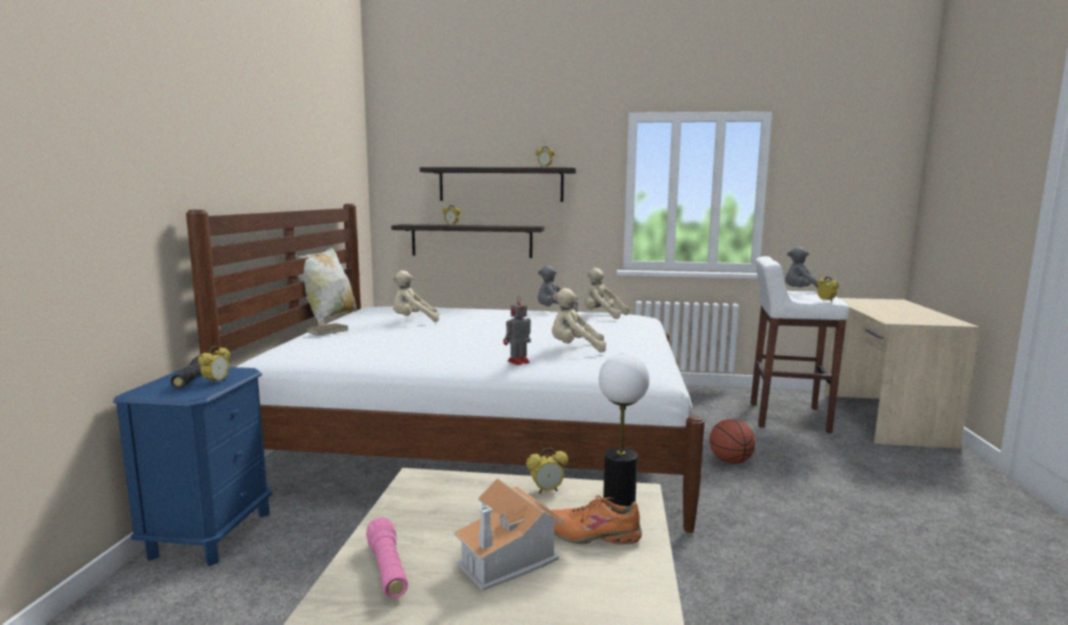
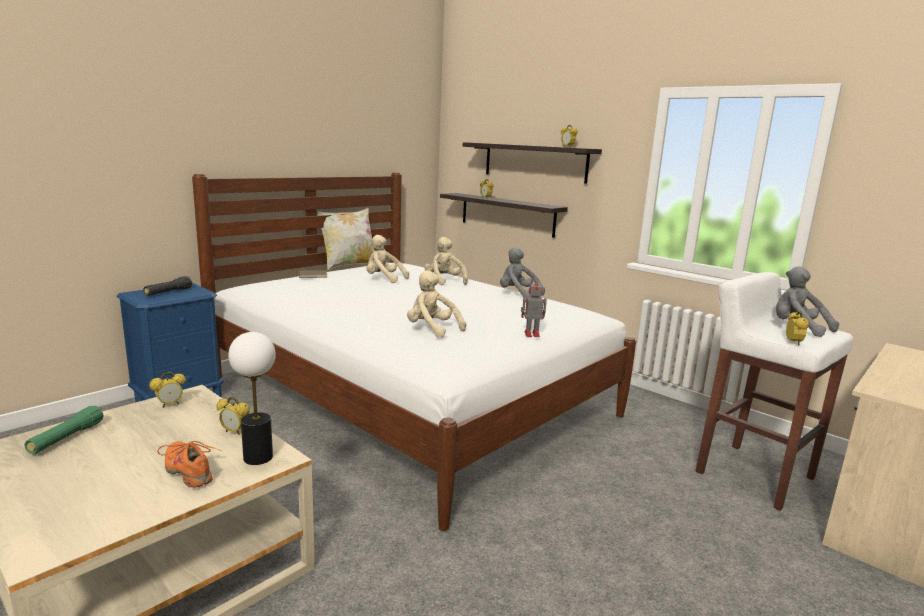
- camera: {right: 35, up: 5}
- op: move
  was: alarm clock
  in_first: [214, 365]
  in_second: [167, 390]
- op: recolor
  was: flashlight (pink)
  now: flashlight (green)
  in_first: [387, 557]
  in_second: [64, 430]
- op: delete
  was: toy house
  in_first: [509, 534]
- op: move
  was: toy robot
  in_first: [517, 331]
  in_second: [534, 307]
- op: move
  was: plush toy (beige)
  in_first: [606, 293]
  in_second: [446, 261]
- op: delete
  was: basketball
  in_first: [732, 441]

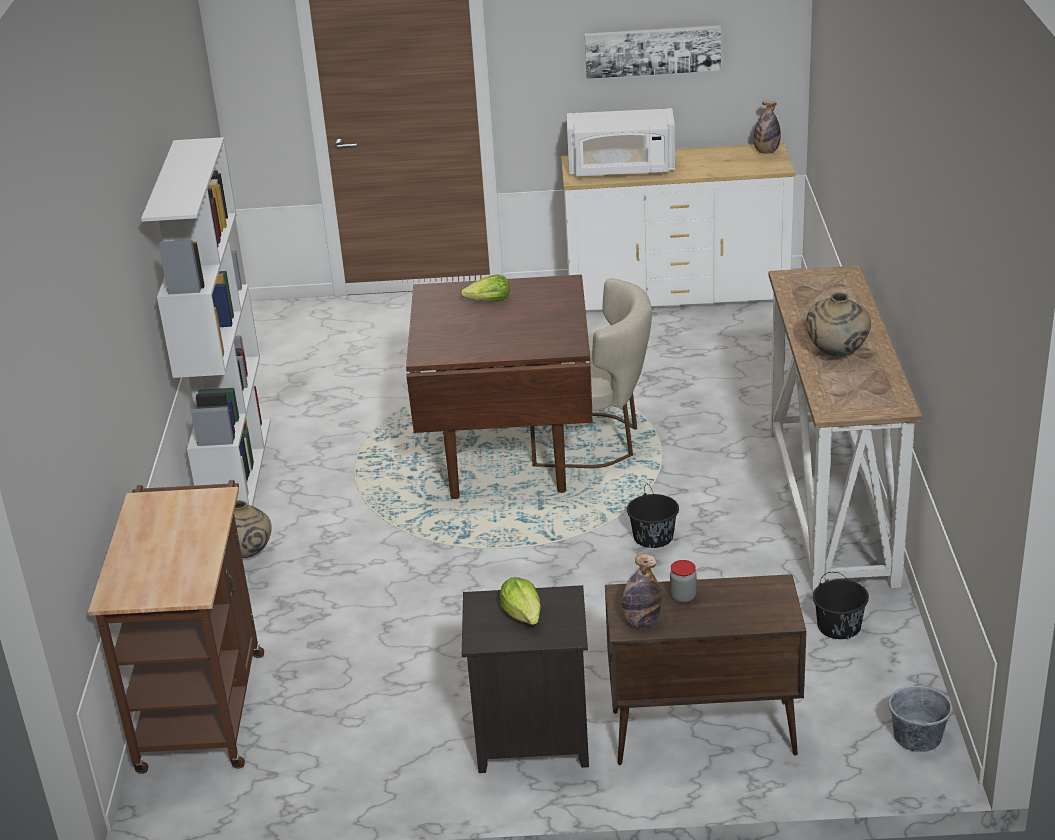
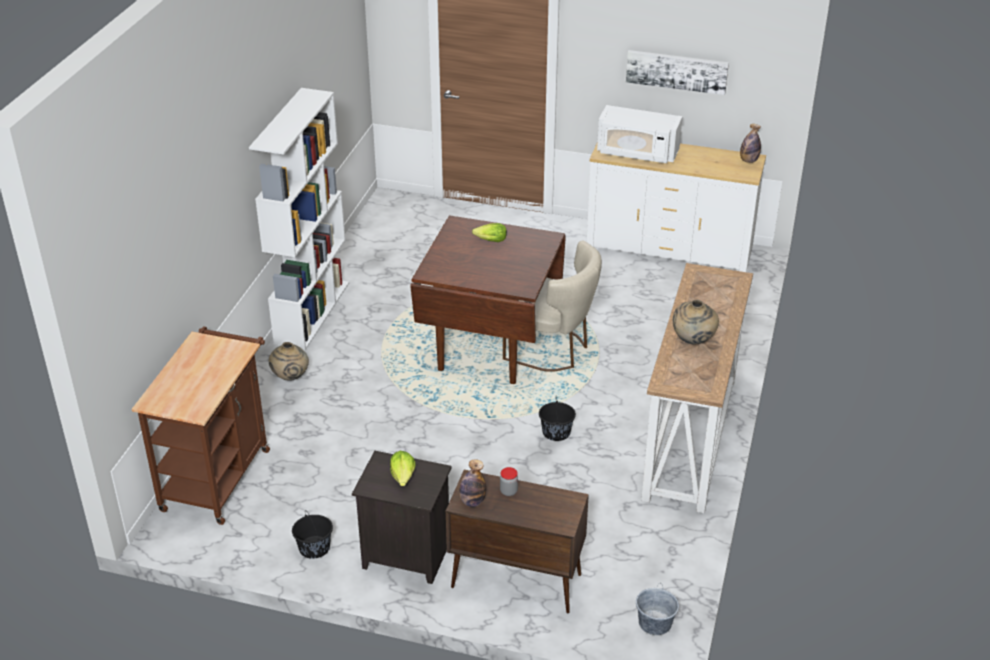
- camera: {right: 15, up: 5}
- op: move
  was: bucket (black)
  in_first: [841, 605]
  in_second: [312, 534]

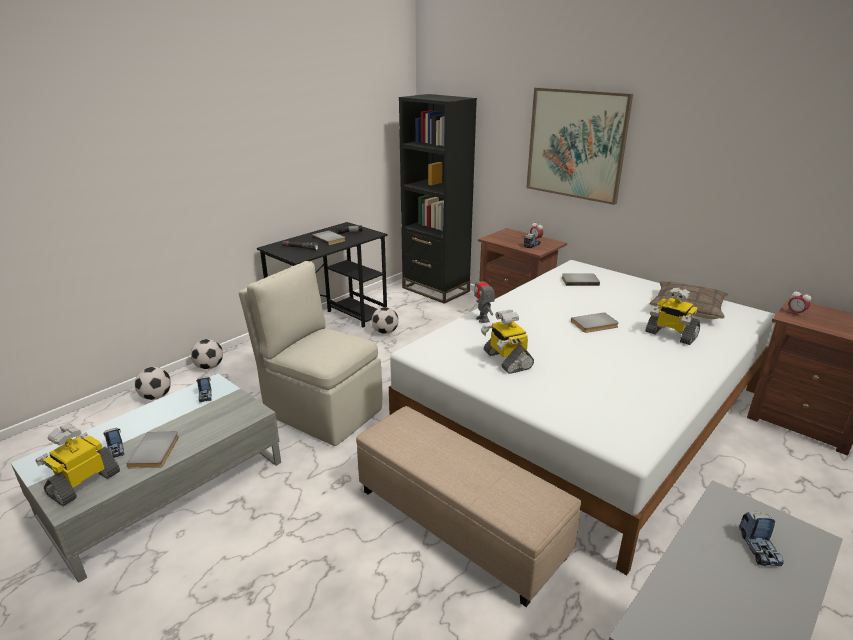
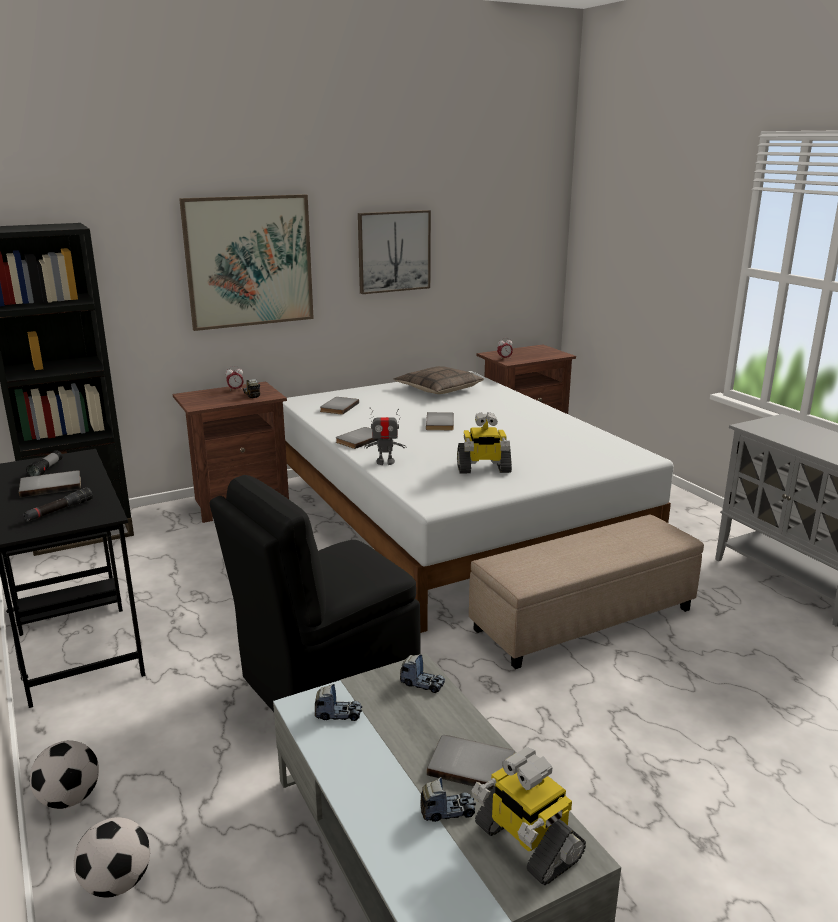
- camera: {right: -70, up: -5}
- op: recolor
  was: chair (beige)
  now: chair (black)
  in_first: [310, 353]
  in_second: [315, 593]
- op: delete
  was: football
  in_first: [385, 320]
- op: delete
  was: toy robot
  in_first: [672, 316]
- op: move
  was: toy truck
  in_first: [761, 539]
  in_second: [422, 673]
- op: insert
  now: book (grey)
  in_second: [357, 438]
- op: insert
  now: picture
  in_second: [394, 252]

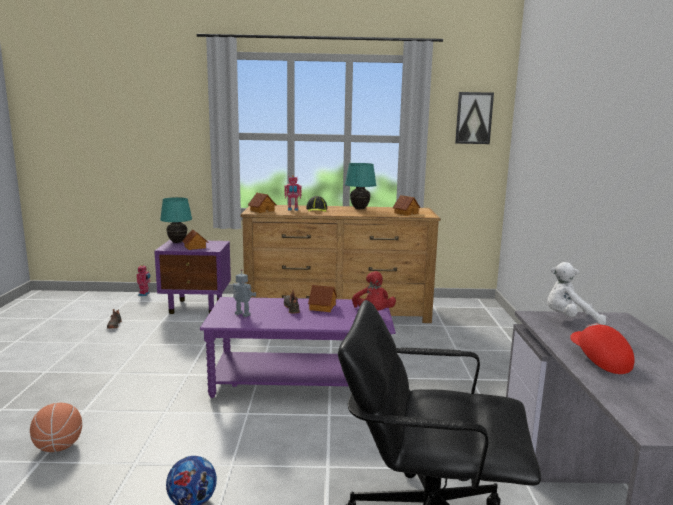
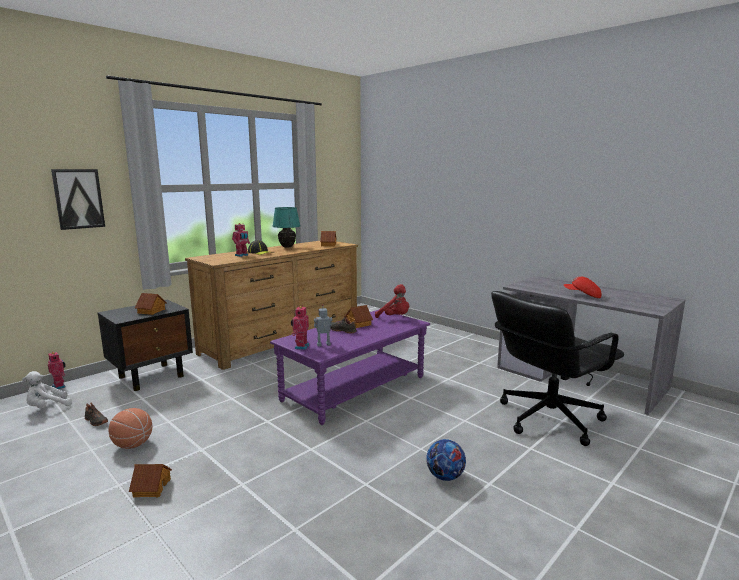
- camera: {right: -45, up: 0}
- op: move
  was: basketball
  in_first: [56, 427]
  in_second: [130, 428]
- op: recolor
  was: nightstand (purple)
  now: nightstand (black)
  in_first: [192, 277]
  in_second: [145, 345]
- op: delete
  was: table lamp (turquoise)
  in_first: [176, 220]
- op: move
  was: toy house
  in_first: [262, 203]
  in_second: [150, 480]
- op: move
  was: picture
  in_first: [474, 118]
  in_second: [78, 199]
- op: move
  was: plush toy (white)
  in_first: [576, 293]
  in_second: [47, 389]
- op: insert
  now: toy robot
  in_second: [300, 327]

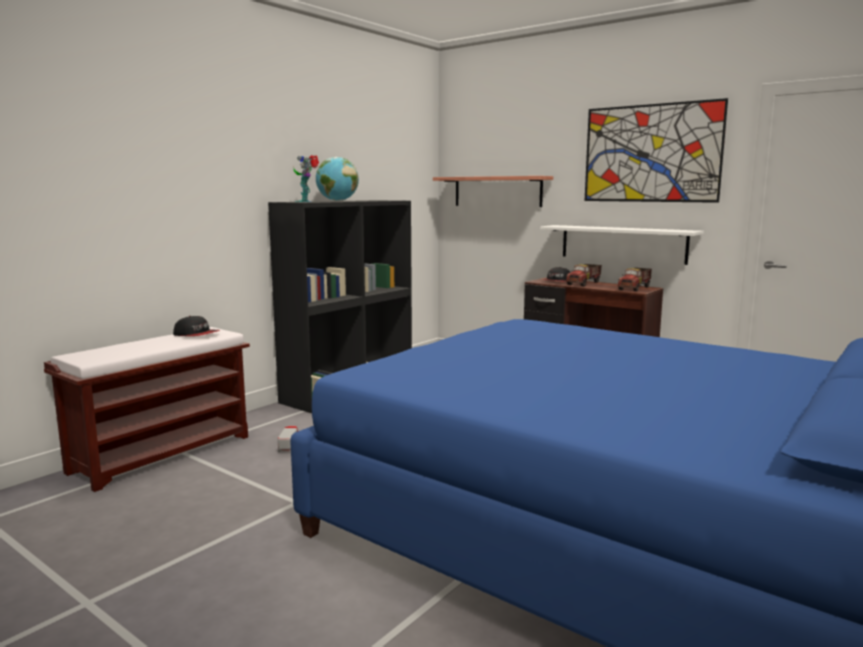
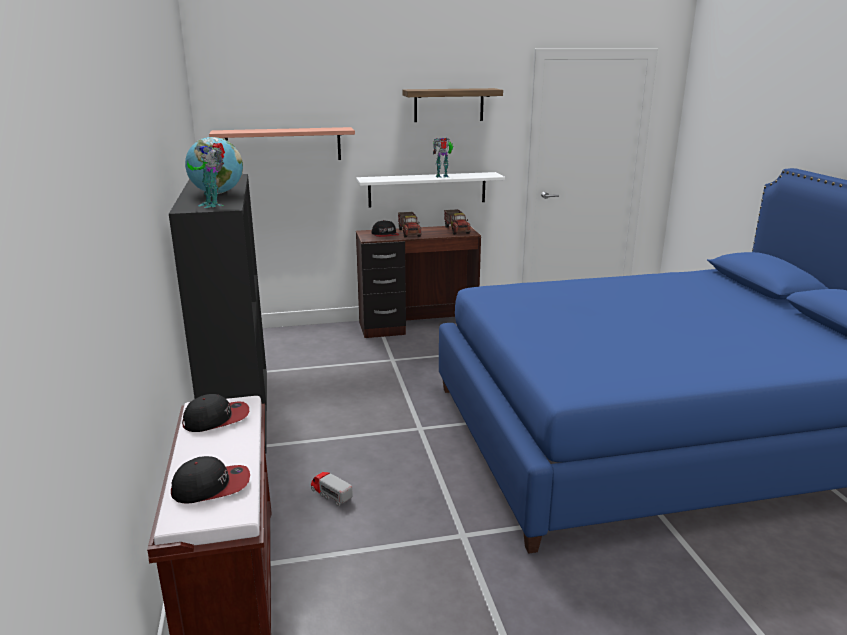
- camera: {right: -50, up: 10}
- op: replace
  was: picture
  now: shelf
  in_first: [656, 150]
  in_second: [452, 105]
- op: insert
  now: cap
  in_second: [210, 480]
- op: insert
  now: toy robot
  in_second: [443, 158]

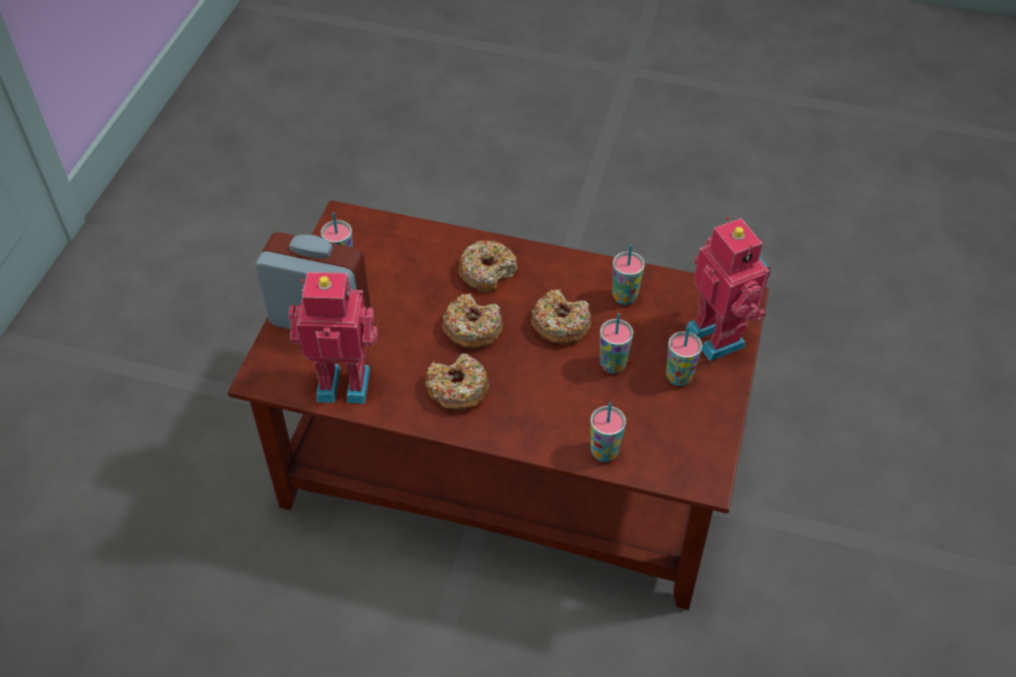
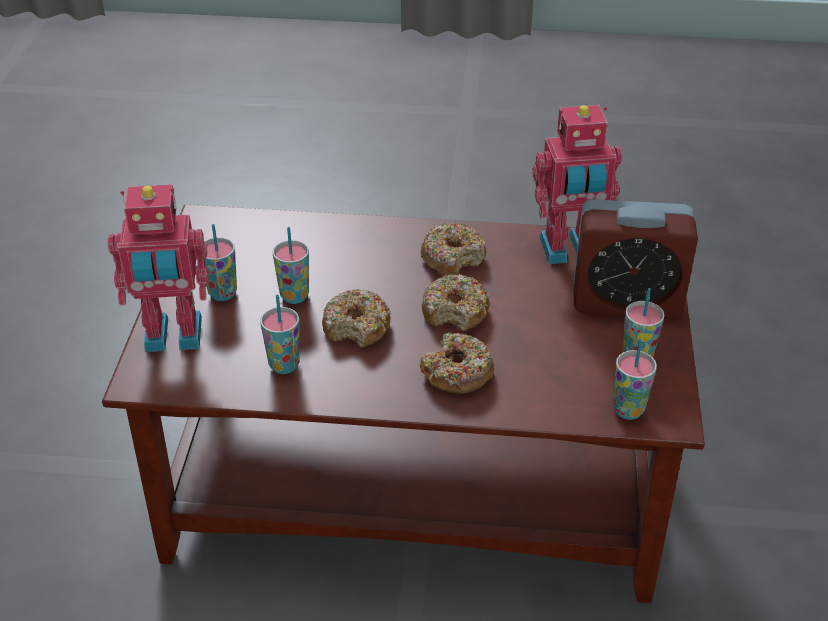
- camera: {right: 170, up: -10}
- op: move
  was: cup
  in_first: [608, 432]
  in_second: [635, 379]
- op: rotate
  was: toy robot
  in_first: [728, 288]
  in_second: [158, 268]
  clockwise: -60

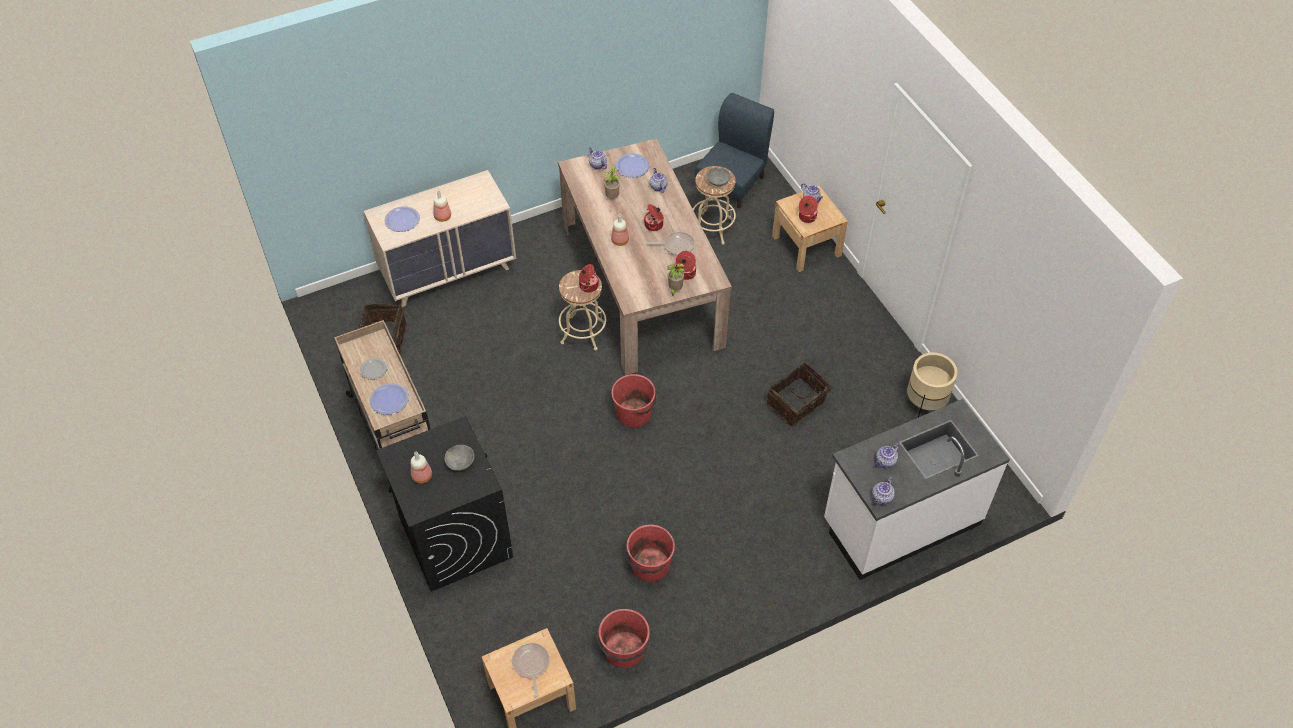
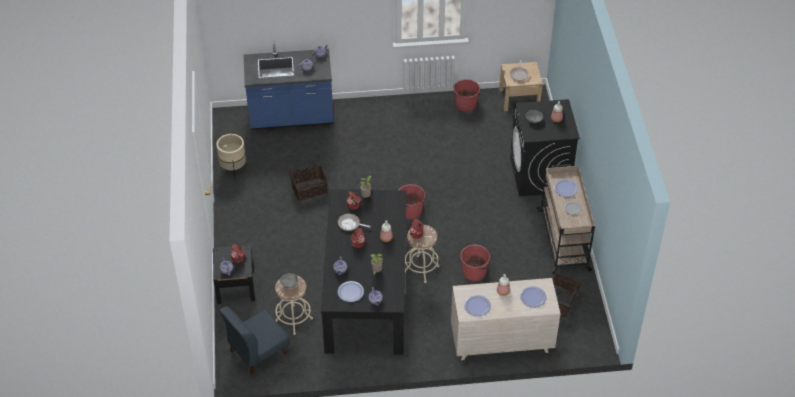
- camera: {right: -160, up: -5}
- op: recolor
  was: dining table (beige)
  now: dining table (black)
  in_first: [645, 257]
  in_second: [364, 272]
- op: move
  was: bucket (red)
  in_first: [650, 553]
  in_second: [475, 263]
- op: recolor
  was: nightstand (beige)
  now: nightstand (black)
  in_first: [810, 229]
  in_second: [234, 274]
- op: recolor
  was: counter (white)
  now: counter (blue)
  in_first: [917, 489]
  in_second: [288, 85]
- op: insert
  now: plate
  in_second: [477, 305]

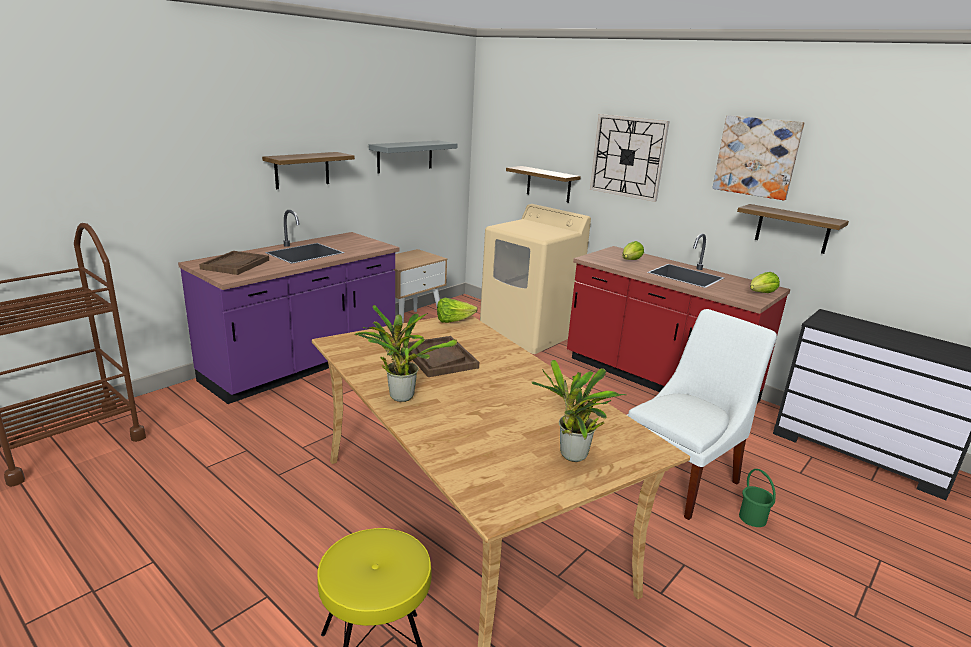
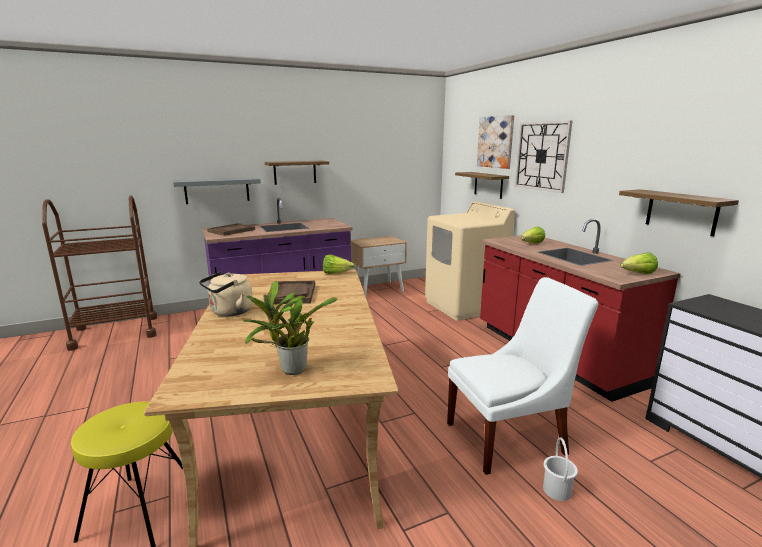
- camera: {right: 25, up: -5}
- op: replace
  was: potted plant
  now: kettle (beige)
  in_first: [406, 353]
  in_second: [226, 294]
- op: move
  was: shelf (grey)
  in_first: [413, 157]
  in_second: [217, 190]
- op: move
  was: picture
  in_first: [758, 157]
  in_second: [495, 142]
- op: recolor
  was: bucket (green)
  now: bucket (white)
  in_first: [757, 498]
  in_second: [560, 469]

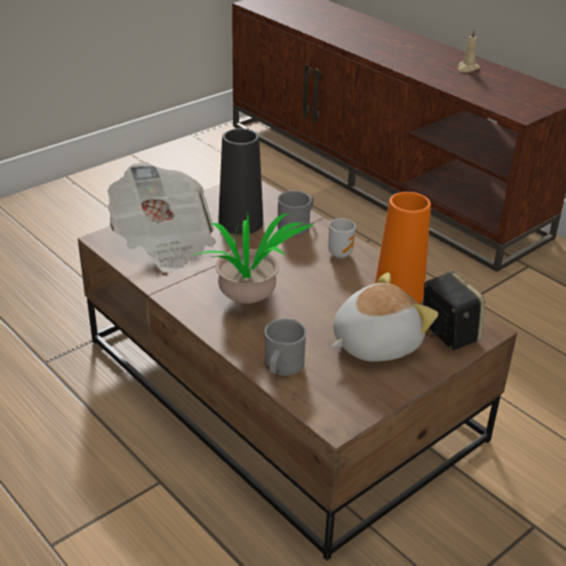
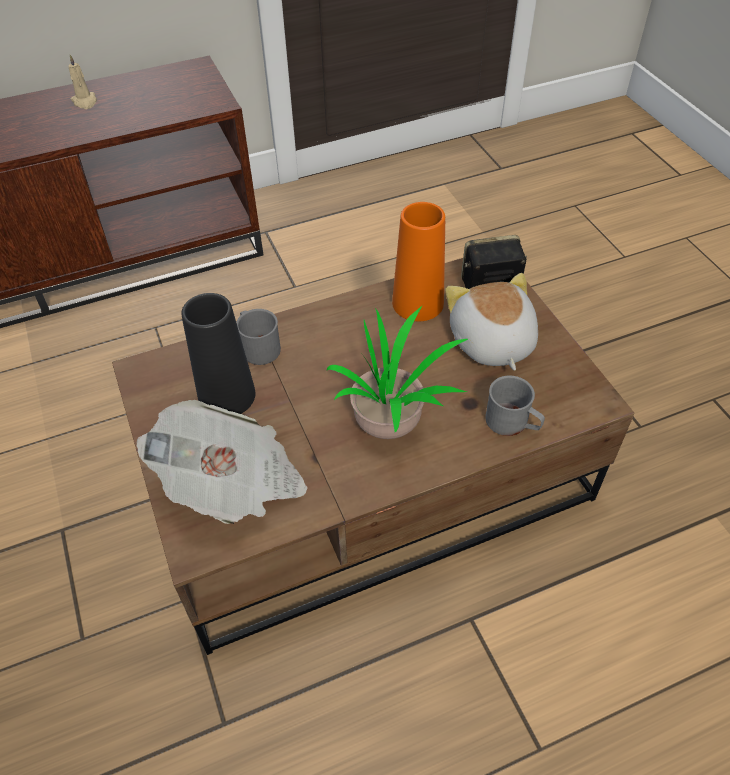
- camera: {right: -70, up: 15}
- op: delete
  was: mug
  in_first: [342, 238]

